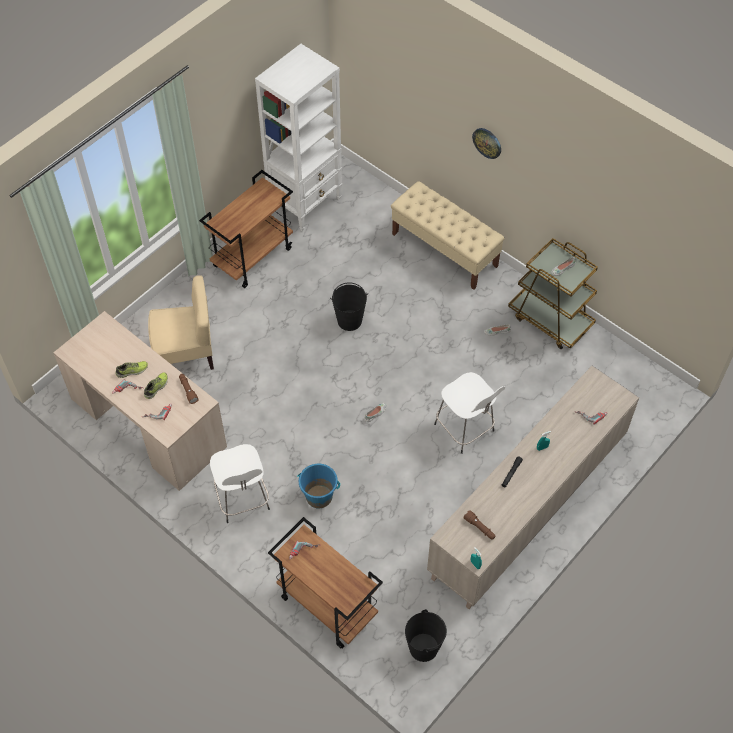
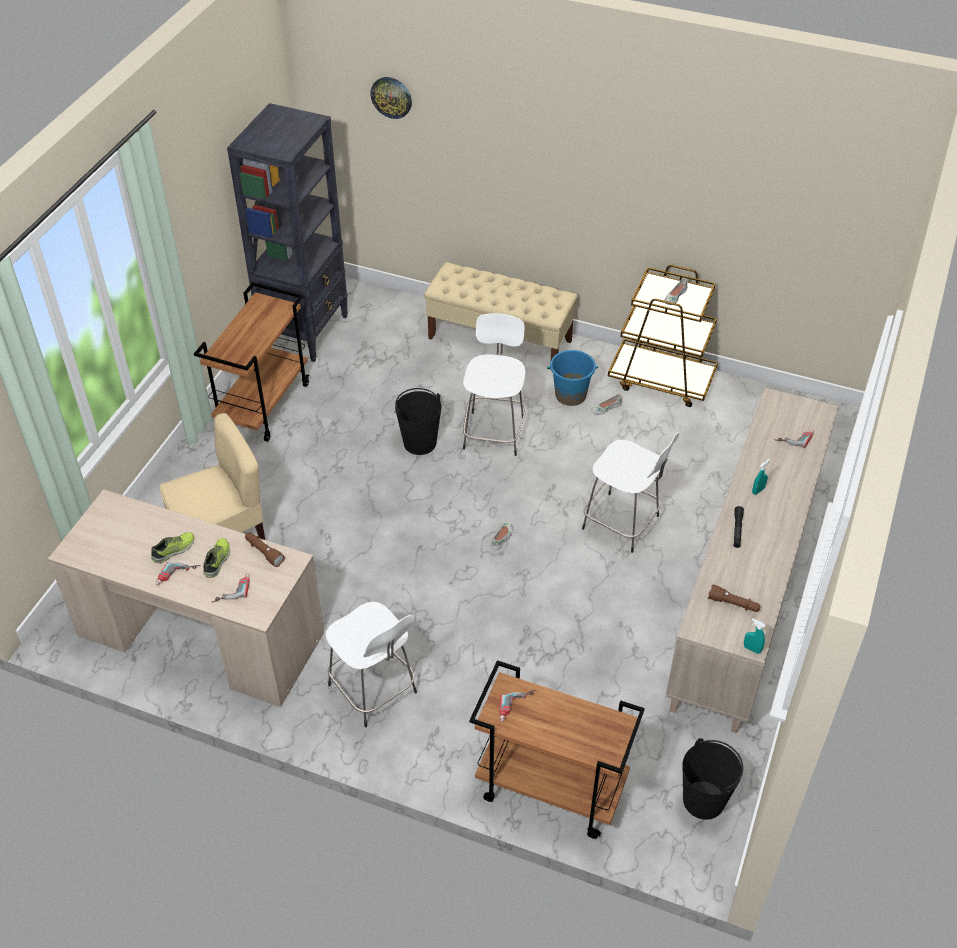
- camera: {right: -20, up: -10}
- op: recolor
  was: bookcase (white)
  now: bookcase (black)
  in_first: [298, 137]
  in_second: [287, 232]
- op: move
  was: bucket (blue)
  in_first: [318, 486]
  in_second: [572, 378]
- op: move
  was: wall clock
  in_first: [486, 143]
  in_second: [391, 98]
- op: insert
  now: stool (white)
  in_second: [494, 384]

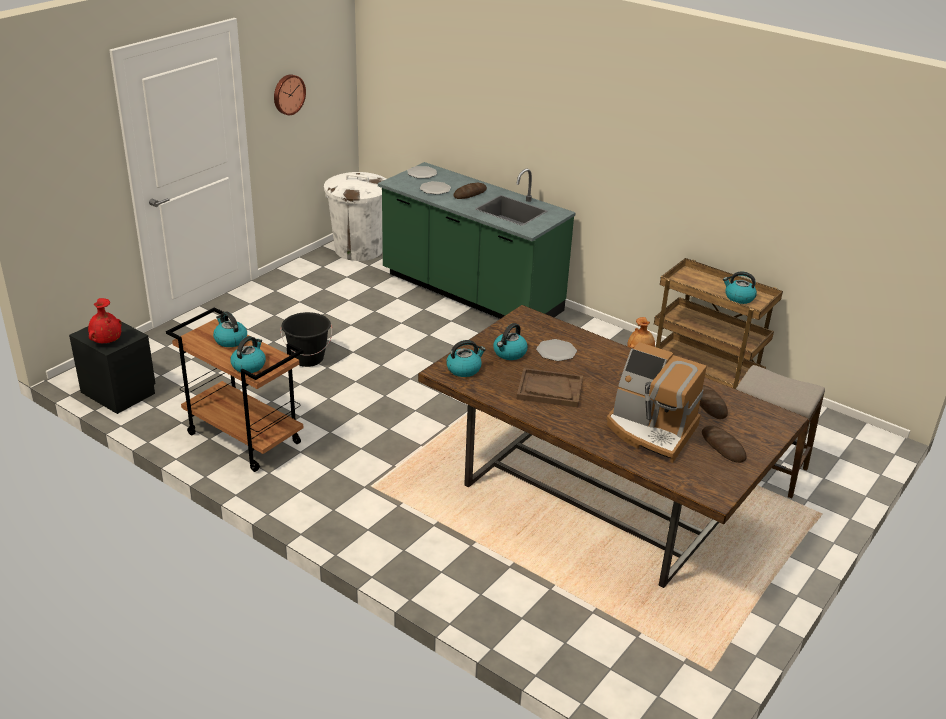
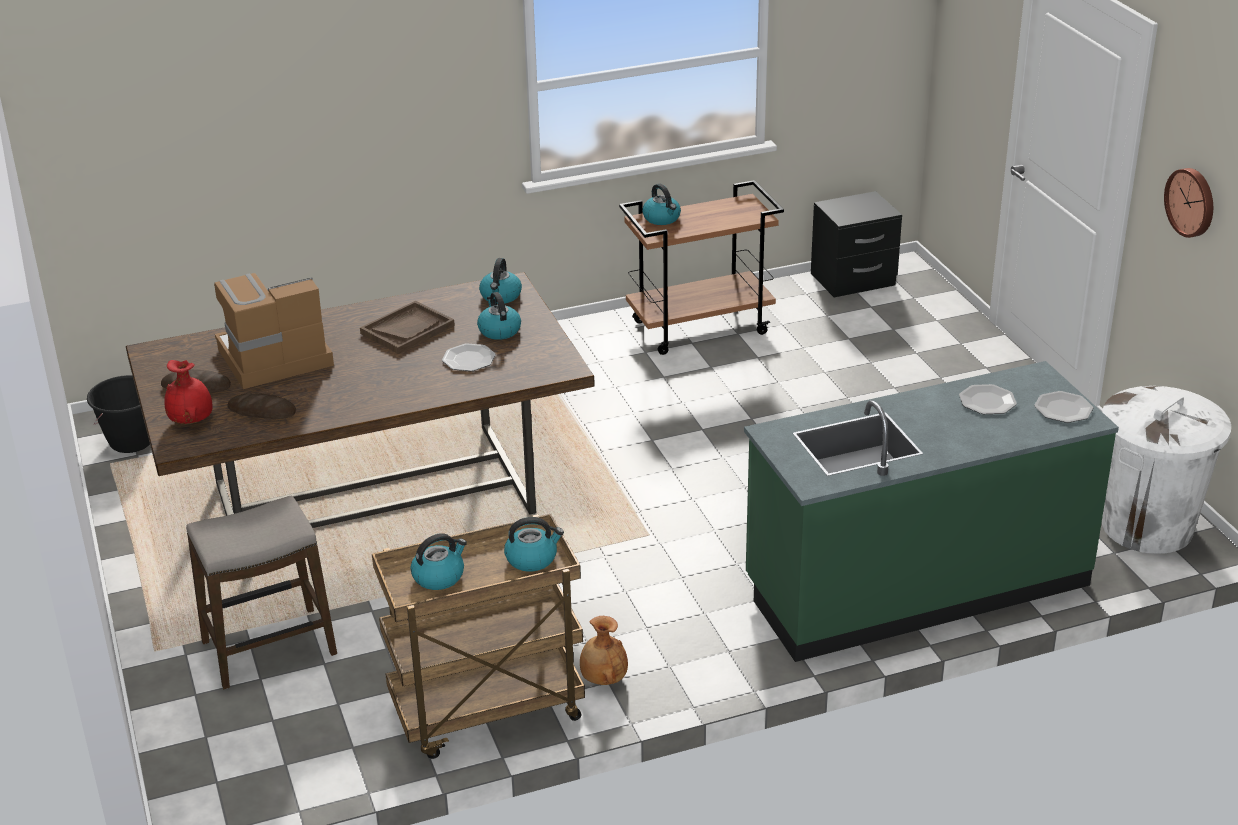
- camera: {right: 125, up: 0}
- op: move
  was: vase (red)
  in_first: [105, 320]
  in_second: [188, 392]
- op: move
  was: kettle
  in_first: [230, 329]
  in_second: [534, 544]
- op: move
  was: bucket (black)
  in_first: [306, 339]
  in_second: [118, 414]
- op: delete
  was: bread
  in_first: [470, 191]

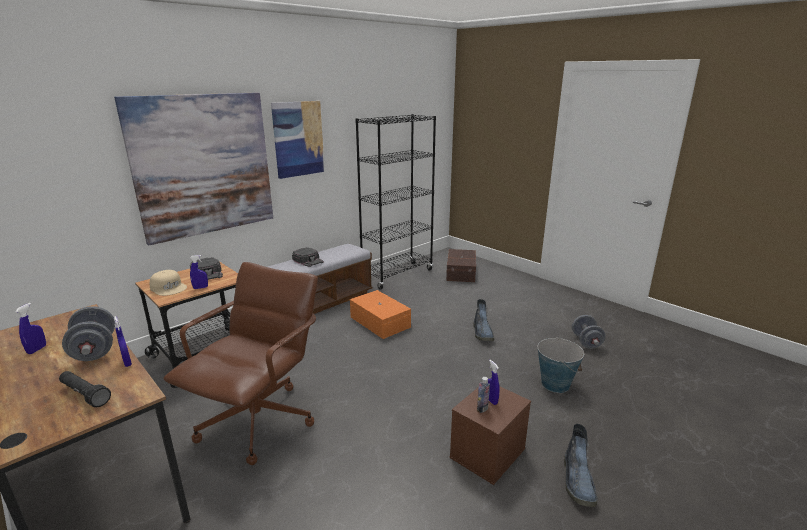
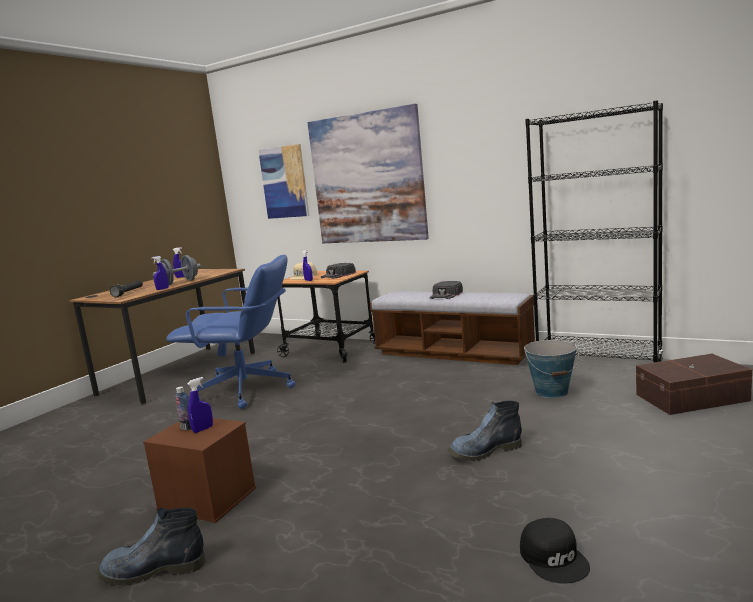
- camera: {right: 75, up: -10}
- op: recolor
  was: office chair (brown)
  now: office chair (blue)
  in_first: [241, 363]
  in_second: [231, 332]
- op: move
  was: picture
  in_first: [298, 140]
  in_second: [283, 181]
- op: delete
  was: storage box (orange)
  in_first: [380, 314]
- op: move
  was: bucket
  in_first: [561, 365]
  in_second: [551, 369]
- op: replace
  was: dumbbell (grey)
  now: cap (black)
  in_first: [589, 332]
  in_second: [555, 551]

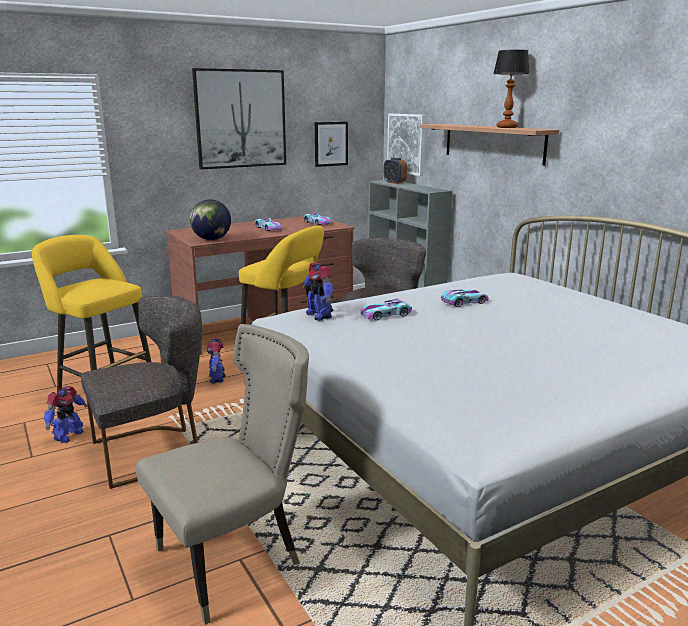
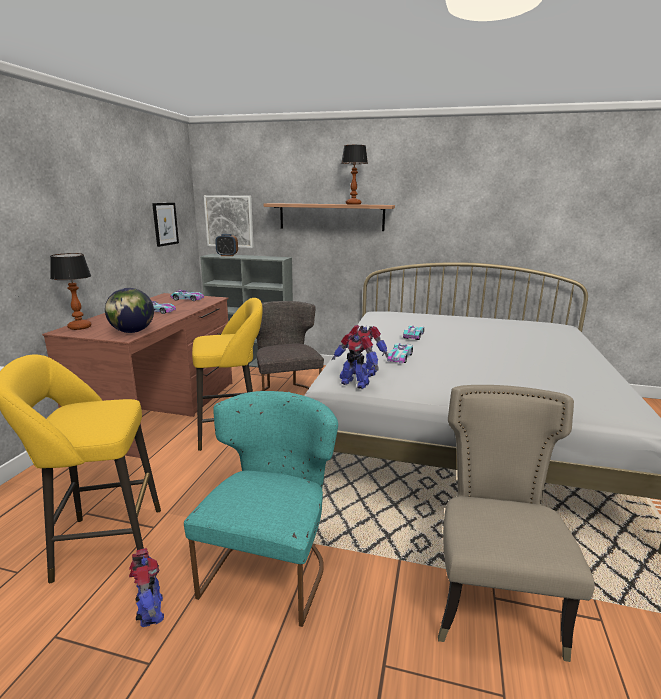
- camera: {right: -45, up: 0}
- op: recolor
  was: chair (grey)
  now: chair (turquoise)
  in_first: [141, 392]
  in_second: [261, 509]
- op: delete
  was: picture
  in_first: [239, 118]
- op: move
  was: toy robot
  in_first: [216, 360]
  in_second: [355, 361]
- op: insert
  now: table lamp
  in_second: [70, 291]

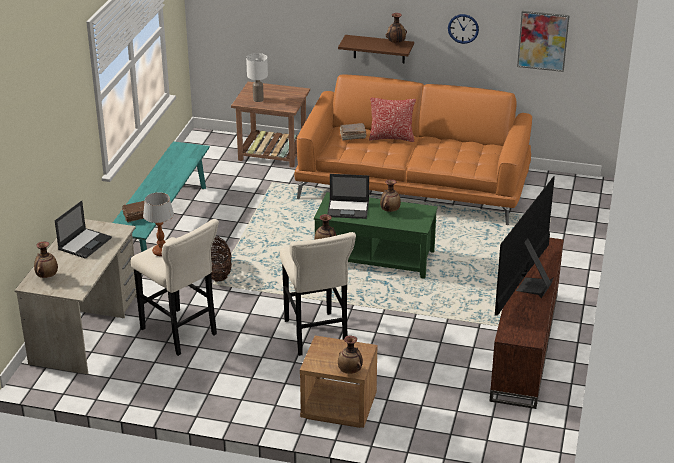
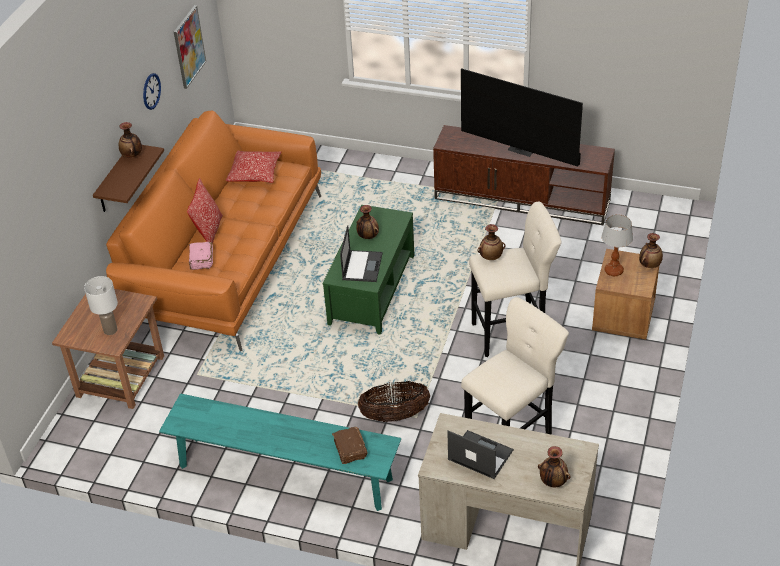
- camera: {right: -85, up: 10}
- op: move
  was: table lamp
  in_first: [158, 224]
  in_second: [617, 245]
- op: recolor
  was: book (brown)
  now: book (pink)
  in_first: [353, 131]
  in_second: [201, 256]
- op: insert
  now: pillow
  in_second: [253, 167]

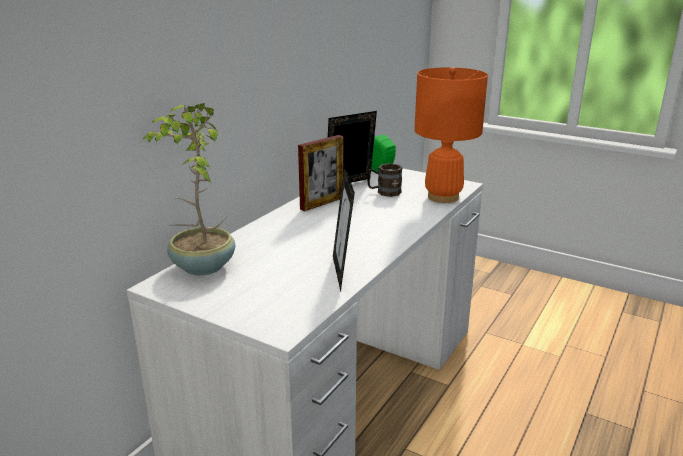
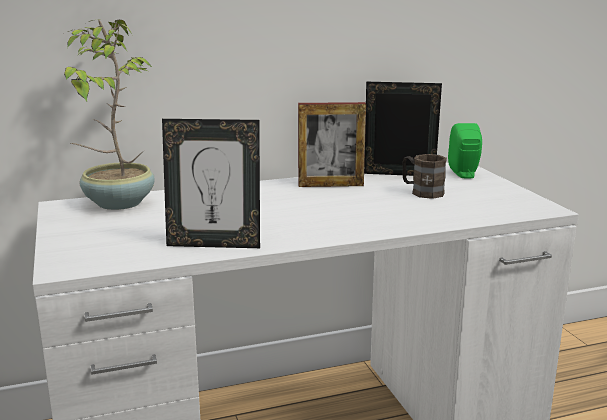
- camera: {right: 40, up: -5}
- op: rotate
  was: picture frame
  in_first: [344, 229]
  in_second: [211, 183]
  clockwise: -120
- op: delete
  was: table lamp (orange)
  in_first: [451, 135]

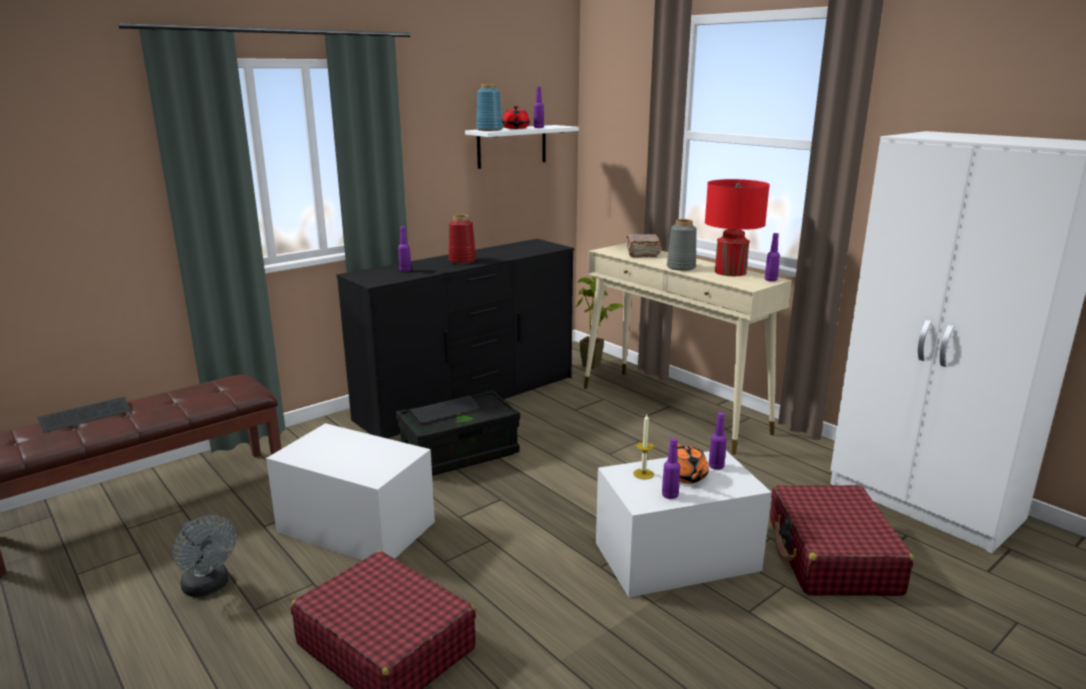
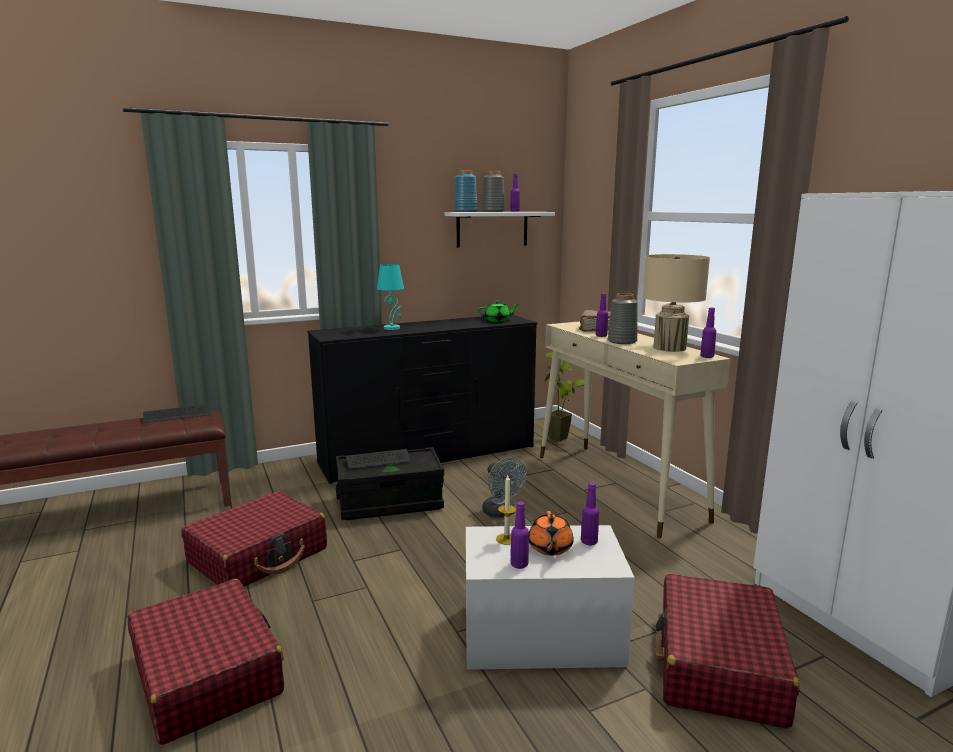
- camera: {right: 15, up: -5}
- op: move
  was: keyboard
  in_first: [83, 415]
  in_second: [176, 413]
- op: move
  was: fan (grey)
  in_first: [204, 556]
  in_second: [504, 487]
- op: replace
  was: storage box (white)
  now: suitcase (red)
  in_first: [350, 491]
  in_second: [254, 539]
- op: move
  was: bottle (purple)
  in_first: [404, 249]
  in_second: [602, 315]
- op: delete
  was: vase (red)
  in_first: [462, 239]
- op: replace
  was: teapot (red)
  now: vase (grey)
  in_first: [516, 117]
  in_second: [493, 191]
- op: recolor
  was: table lamp (red)
  now: table lamp (beige)
  in_first: [737, 227]
  in_second: [676, 303]
- op: insert
  now: table lamp (turquoise)
  in_second: [390, 297]
- op: insert
  now: teapot (green)
  in_second: [498, 311]

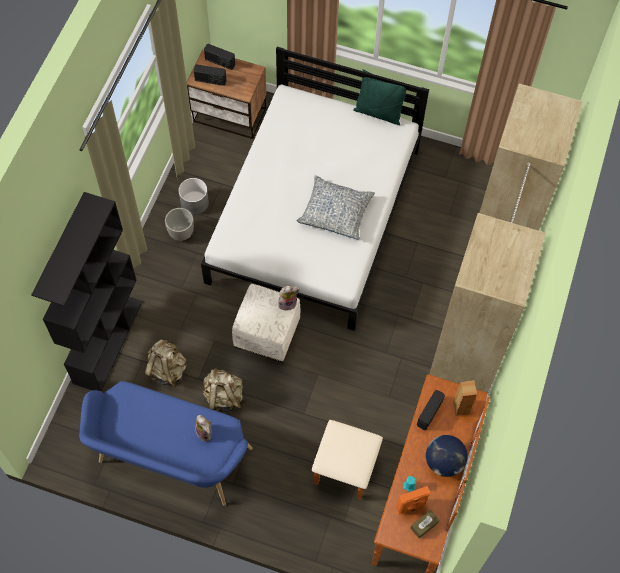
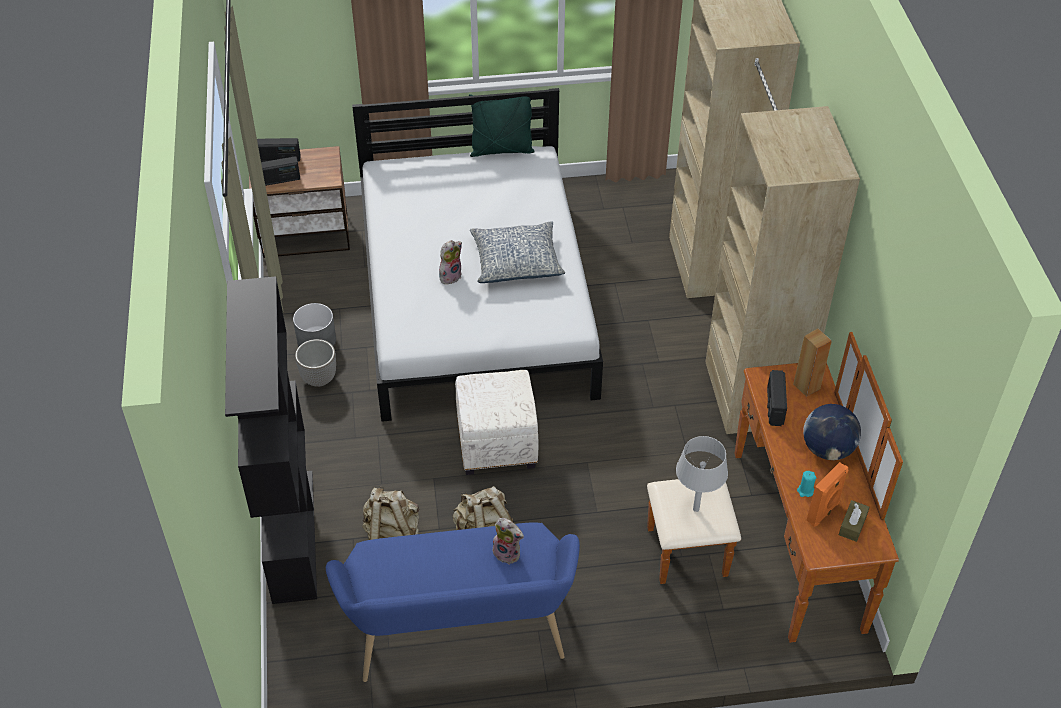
- camera: {right: -25, up: -15}
- op: move
  was: plush toy
  in_first: [289, 298]
  in_second: [450, 262]
- op: insert
  now: table lamp (grey)
  in_second: [702, 474]

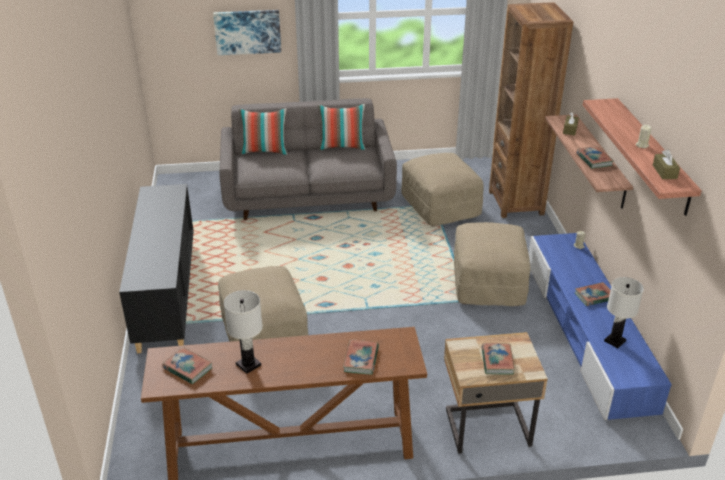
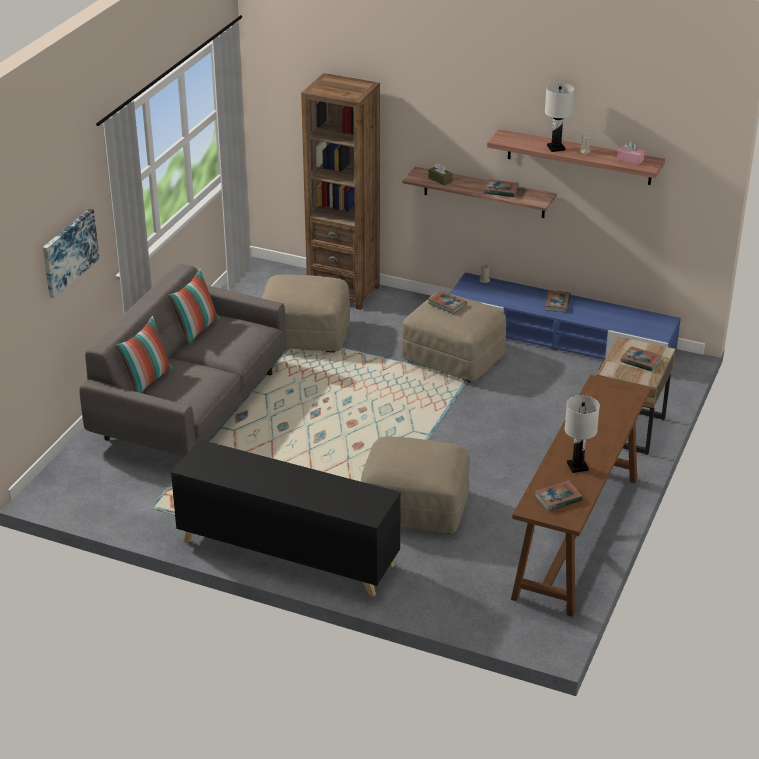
- camera: {right: -60, up: 0}
- op: move
  was: book
  in_first: [361, 357]
  in_second: [447, 302]
- op: move
  was: table lamp (white)
  in_first: [624, 312]
  in_second: [559, 117]
- op: recolor
  was: tissue box (brown)
  now: tissue box (pink)
  in_first: [666, 164]
  in_second: [631, 153]

